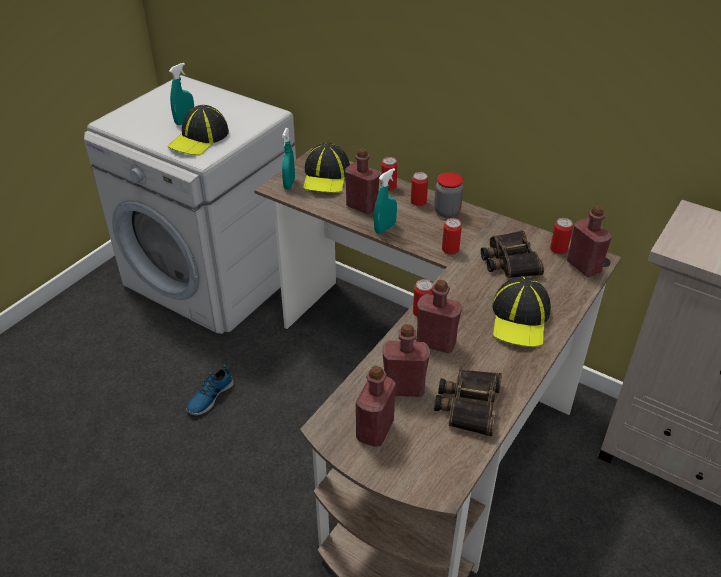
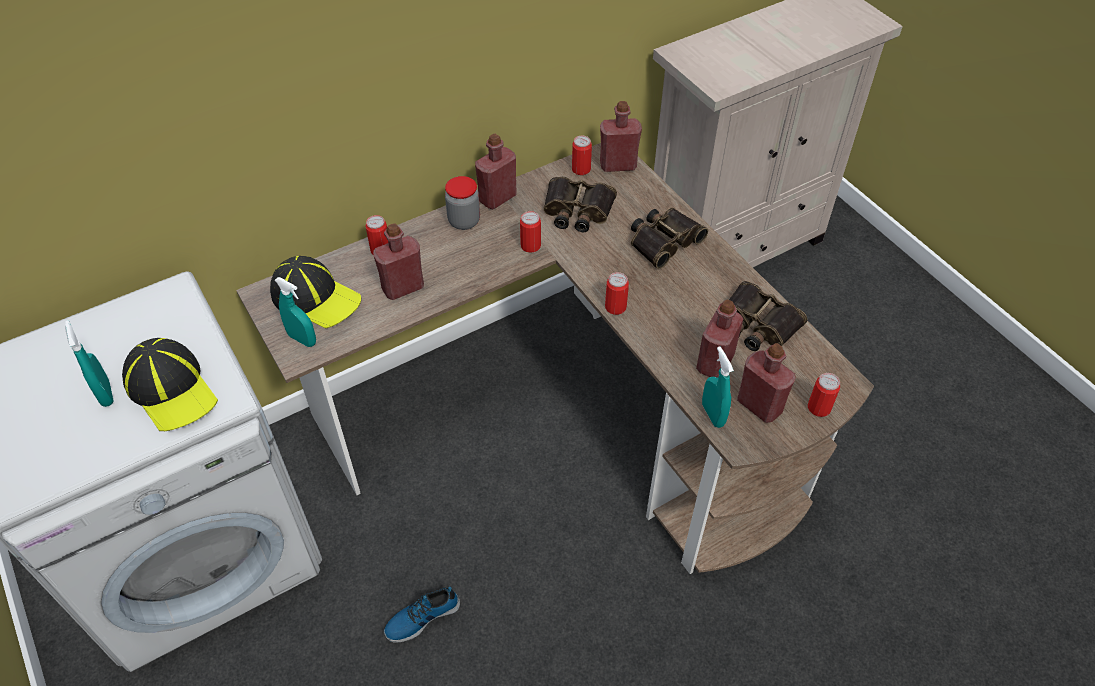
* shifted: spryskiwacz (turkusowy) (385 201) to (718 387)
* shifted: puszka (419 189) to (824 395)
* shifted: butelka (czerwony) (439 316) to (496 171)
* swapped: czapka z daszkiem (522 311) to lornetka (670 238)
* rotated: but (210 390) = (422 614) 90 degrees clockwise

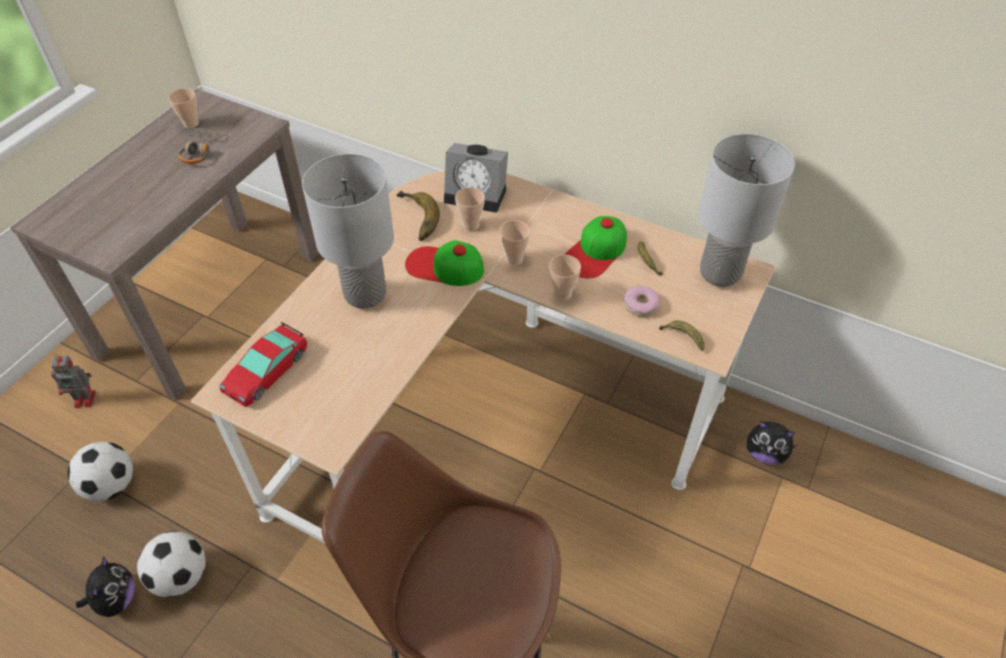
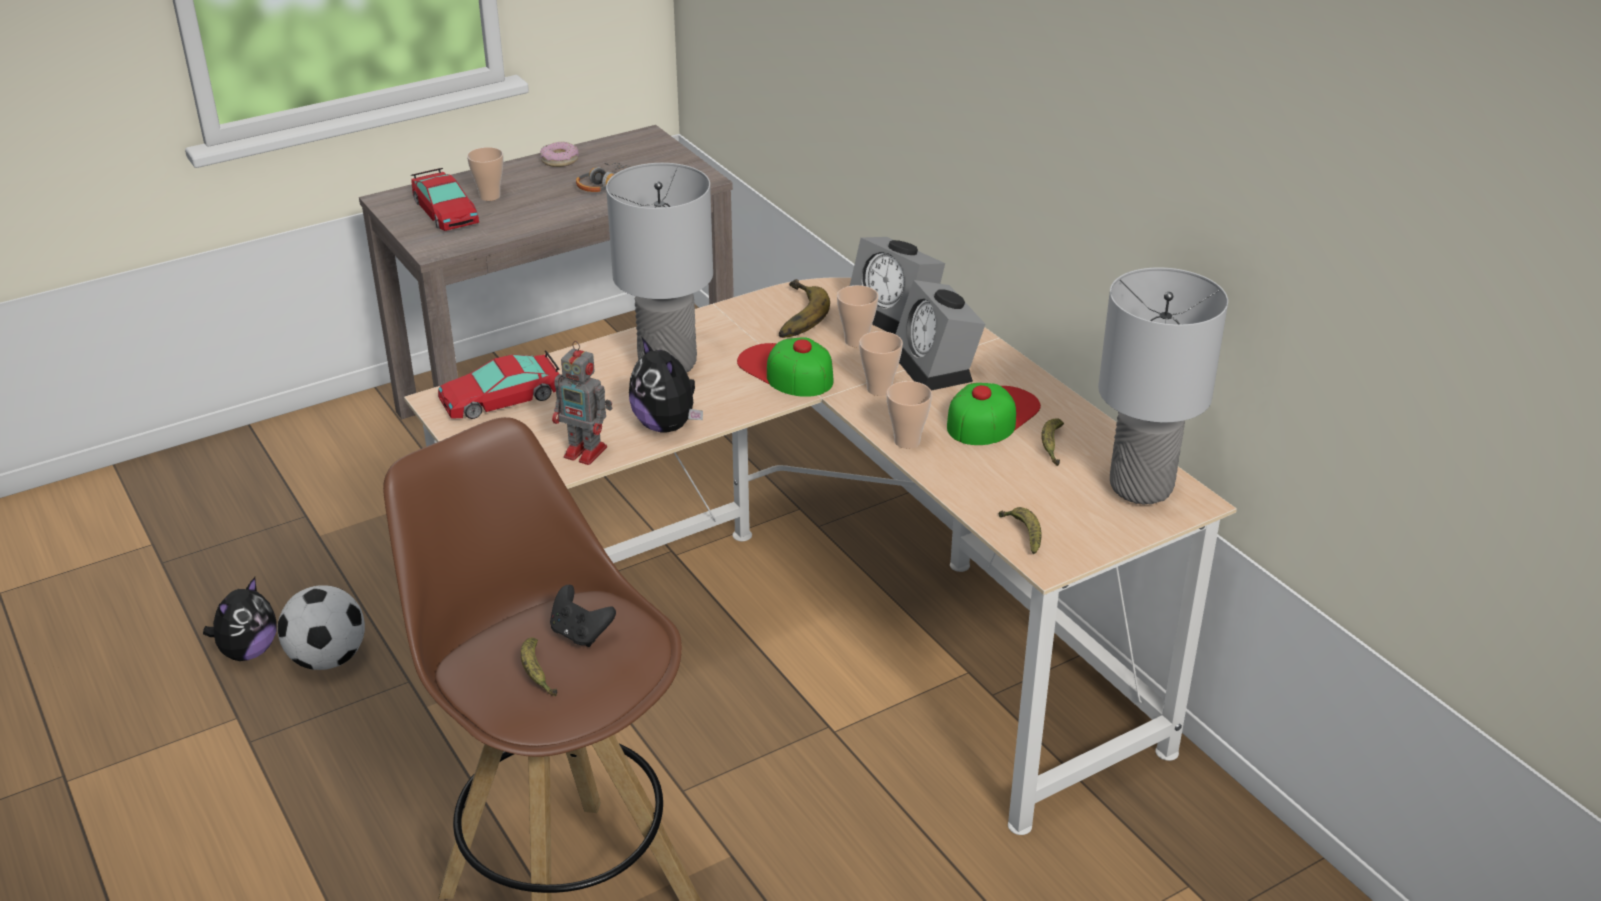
* gone: piłka futbolowa (100 471)
* new: samochodzik (445 199)
* new: banan (539 667)
* new: pad do gier (czarny) (583 616)
* new: budzik (940 335)
* shifted: robot zabawkowy (73 381) to (582 403)
* shifted: filiżanka (183 108) to (485 174)
* shifted: donut (642 301) to (559 154)
* shifted: pluszak (772 443) to (666 385)
* rotated: czapka z daszkiem (595 247) = (994 414) 150 degrees clockwise

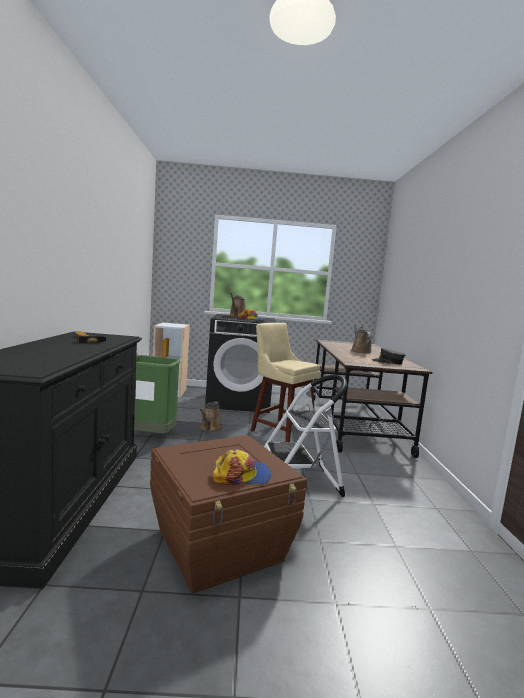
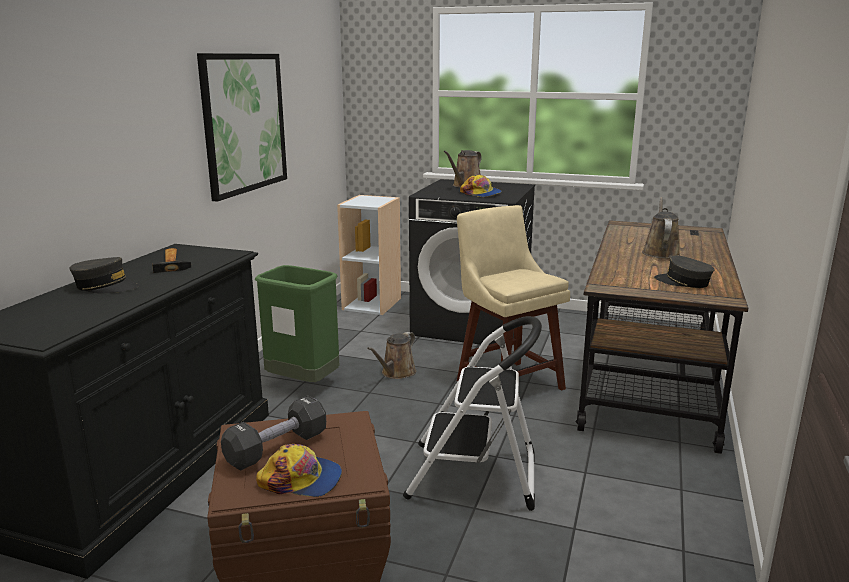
* new: czapka z daszkiem (szary) (104 275)
* new: obraz (242 127)
* new: hantel (czarny) (273 432)

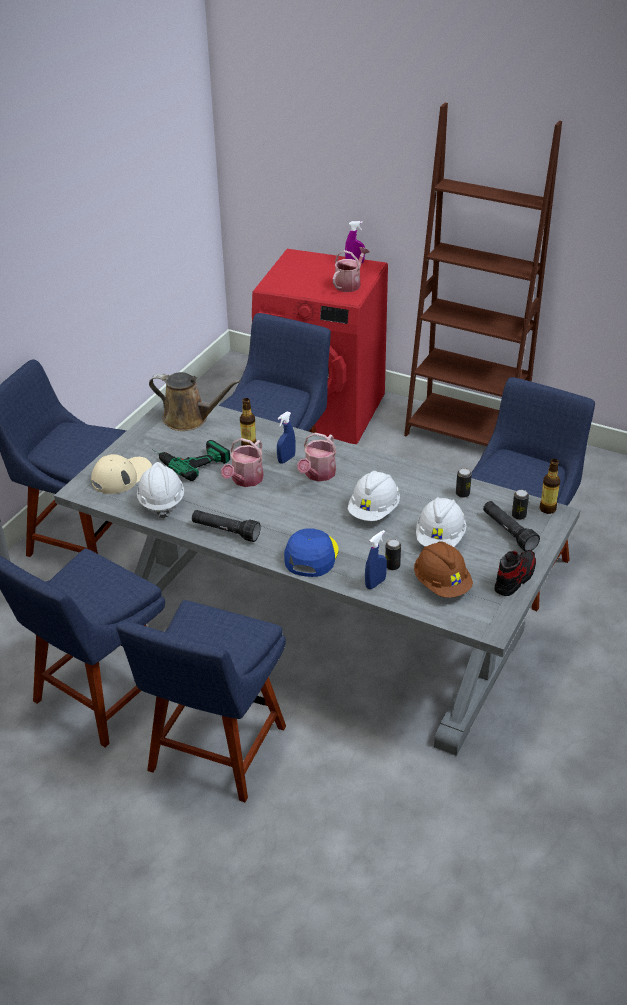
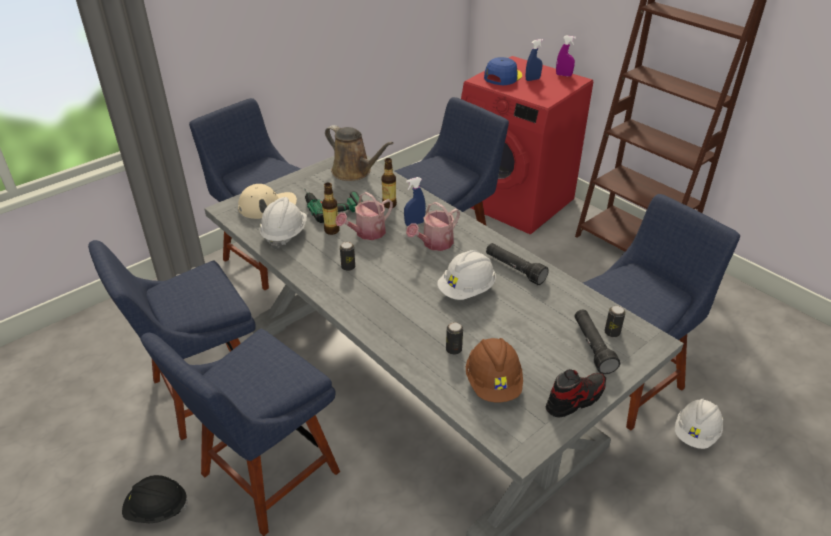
* gone: konewka (351 269)
* new: kask (czarny) (155 499)
* shifted: latarka (czarny) (226 526) to (517 264)
* shifted: czapka z daszkiem (niebieski) (311 552) to (503 71)
* shifted: spryskiwacz (niebieski) (376 559) to (534 60)
* shifted: kask (biały) (441 522) to (699 424)
* shifted: puszka (464 483) to (347 256)
* shifted: butelka (550 486) to (331 209)

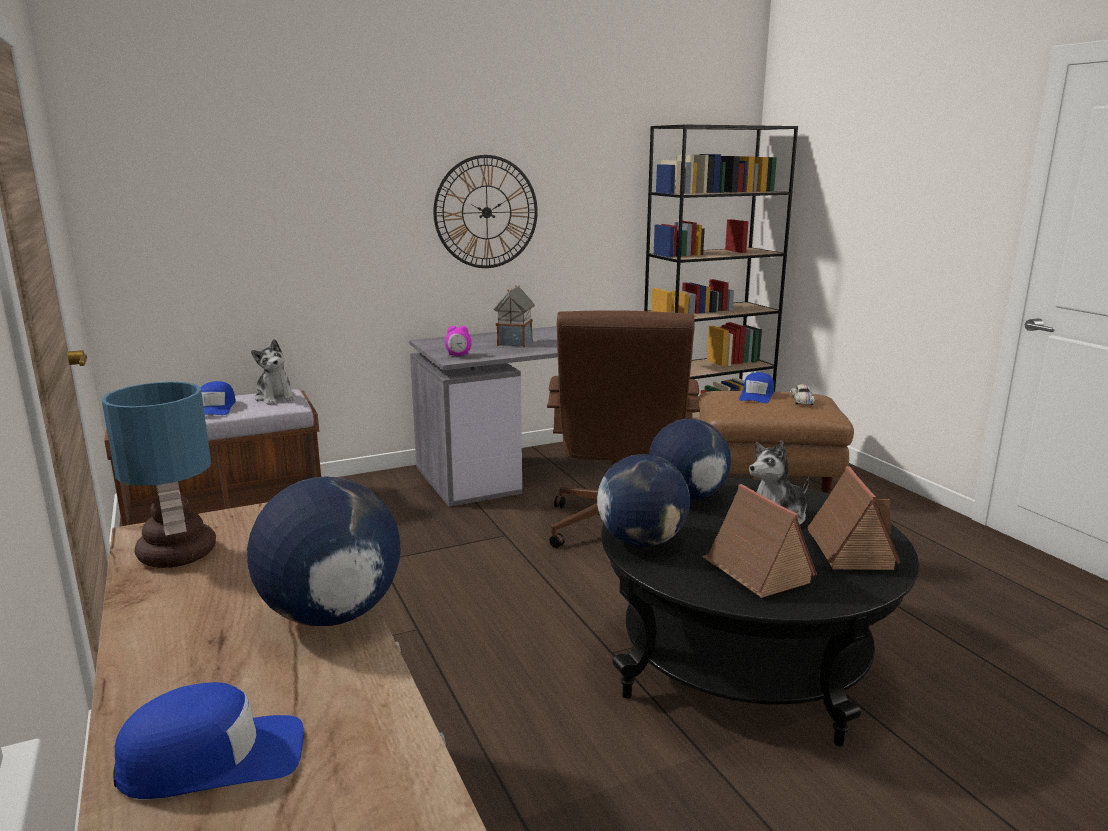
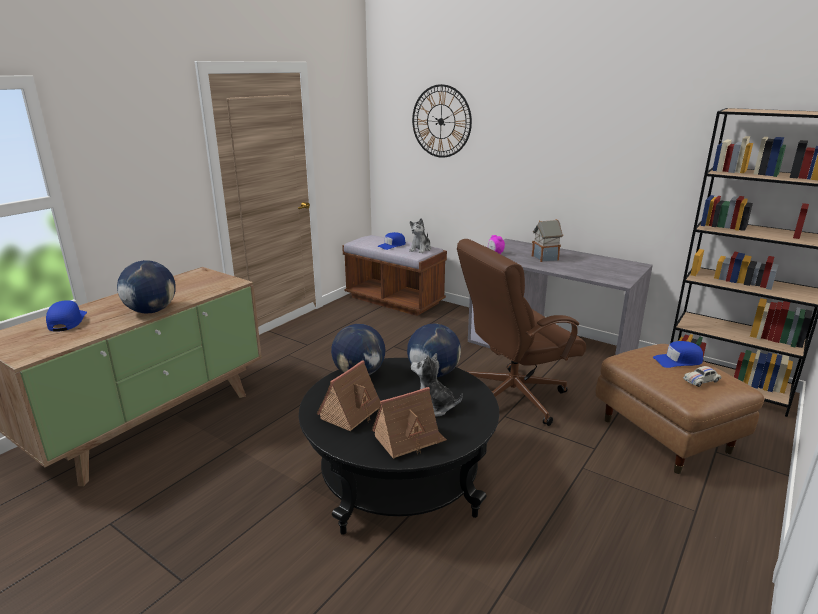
* gone: lampa stołowa (159 475)
* shifted: zegar ścienny (486 211) to (442 121)
* rotated: czapka z daszkiem (niebieski) (208 740) = (66 316) 150 degrees counterclockwise

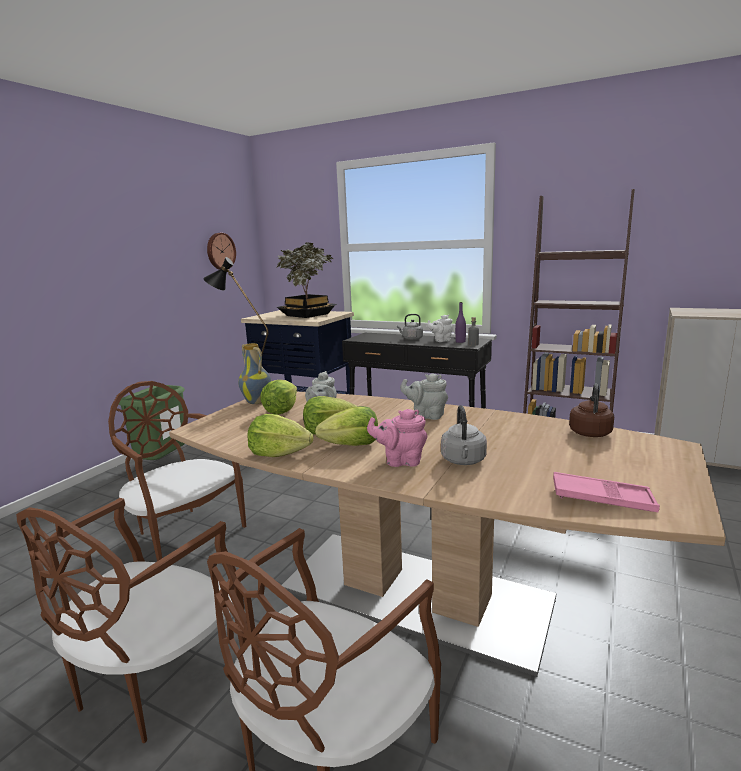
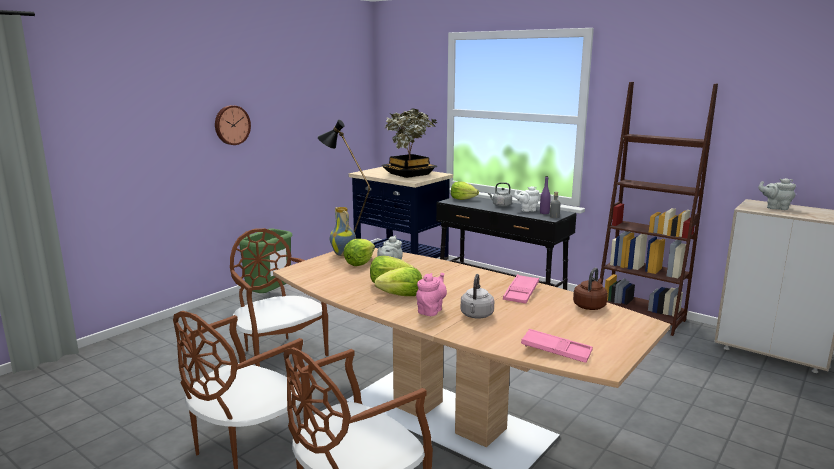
* new: taca (różowy) (521 289)
* shifted: zegar ścienny (221 251) to (233 125)
* shifted: sałata (280 435) to (465 190)
* shifted: imbryk (szary) (424 396) to (777 194)
* rotated: imbryk (różowy) (397 438) = (431 294) 105 degrees clockwise

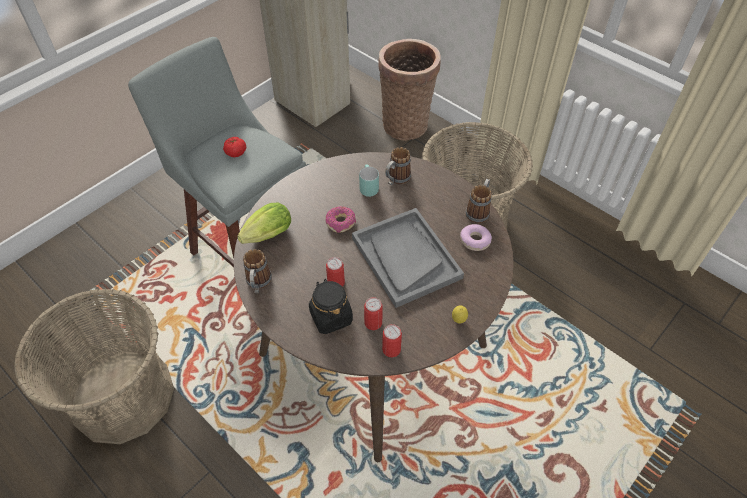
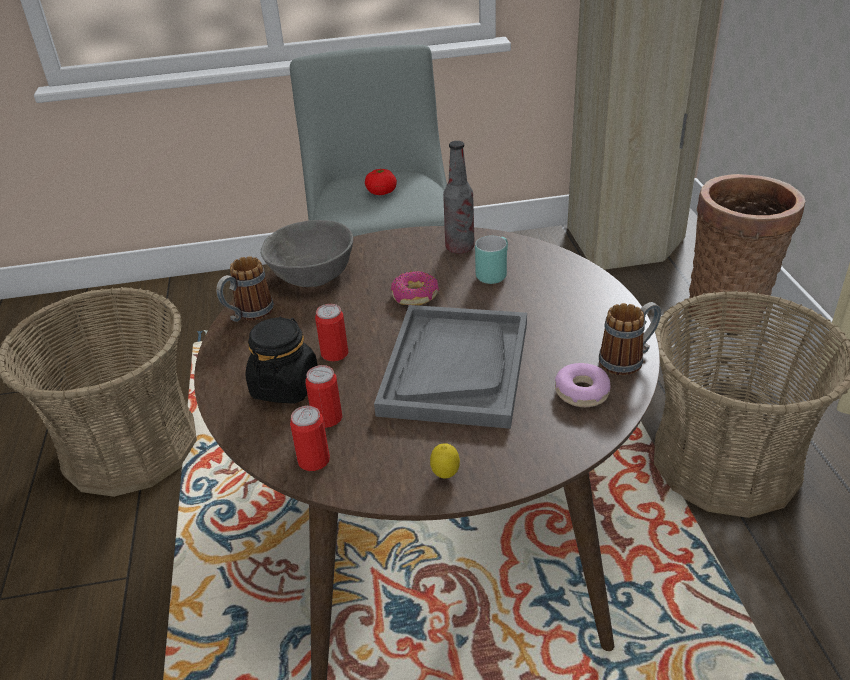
* gone: kubek (398 166)
* new: butelka (459 197)
* swapped: sałata (264 223) to miska (szary) (307 253)

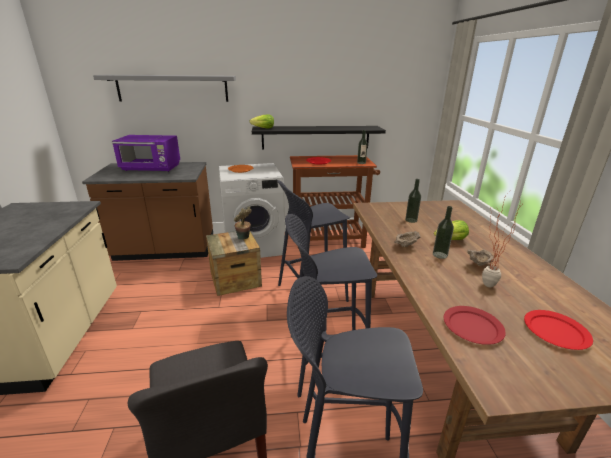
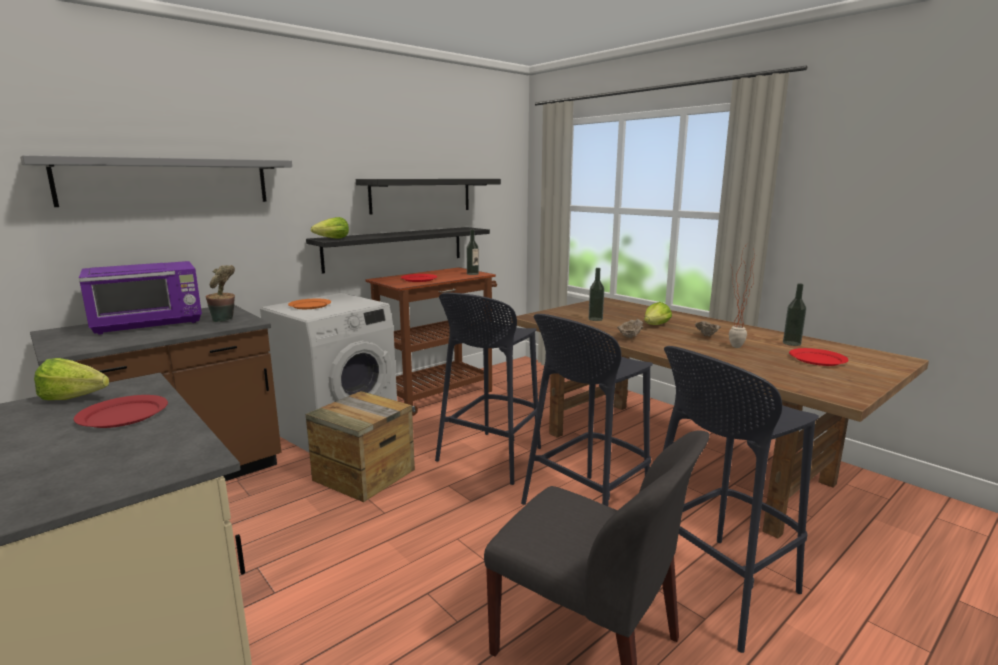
* new: sałata (71 379)
* new: półka (czarny) (428 196)
* shifted: roślina doniczkowa (243 223) to (220 293)
* shifted: butelka (443 232) to (794 314)
* shifted: talerz (czerwony) (475 325) to (121 411)

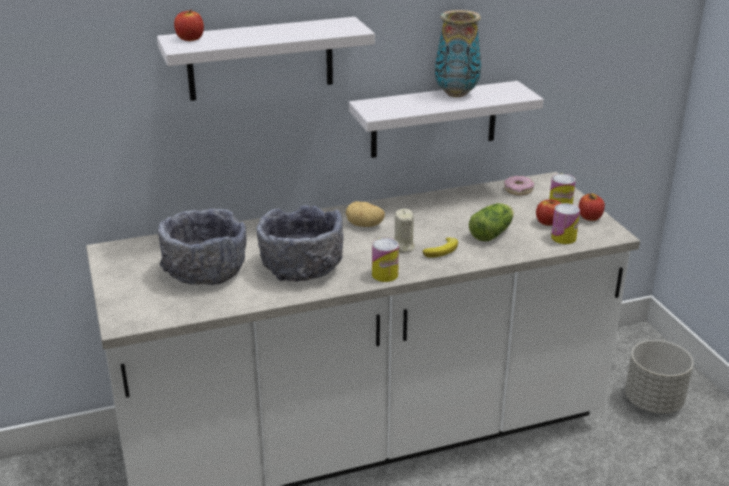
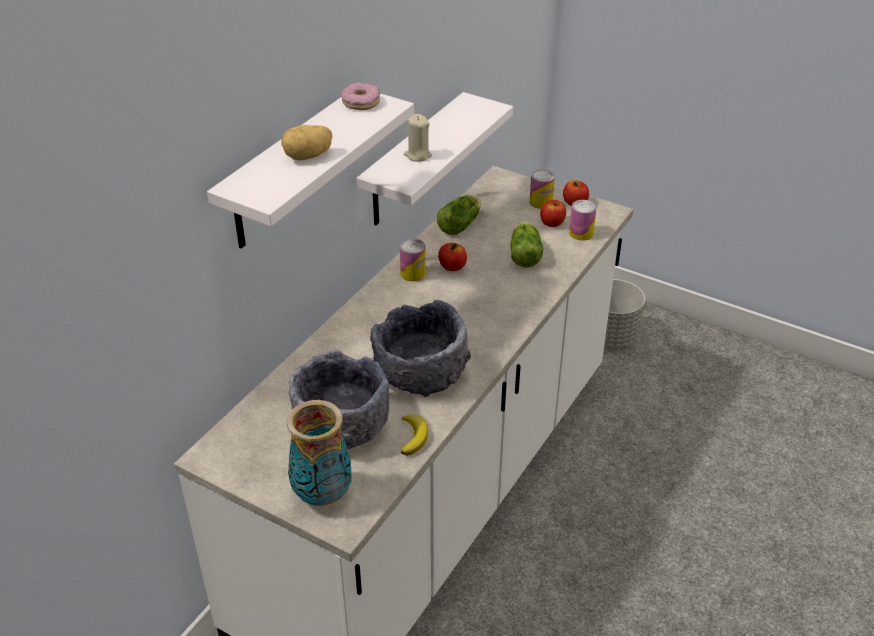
* new: sałata (459 215)
* shifted: jabłko (189 25) to (452 257)
* shifted: ziemniak (365 214) to (307 142)
* shifted: puszka (385 260) to (413 260)
* shifted: świeca (beżowy) (405 231) to (418 138)
* shifted: banan (440 247) to (414 435)
* shifted: wazon (458 53) to (319 453)
* shifted: donut (519 185) to (360 96)

